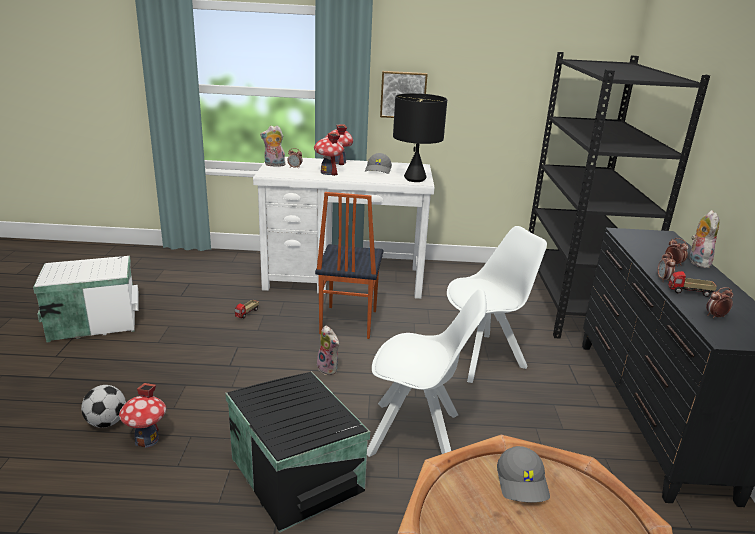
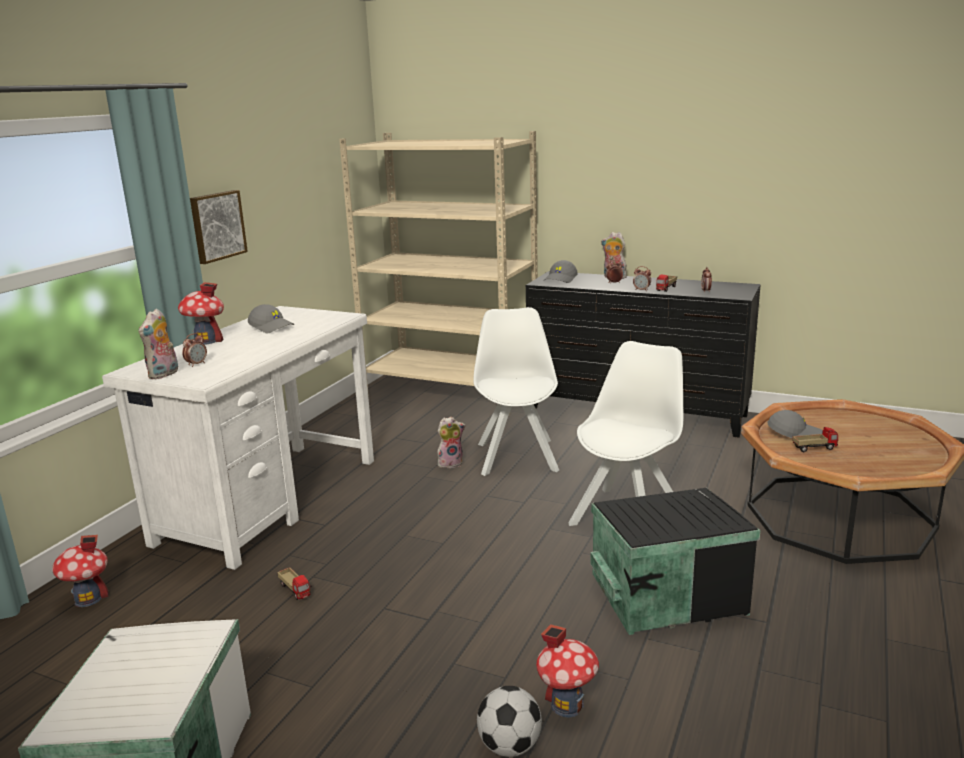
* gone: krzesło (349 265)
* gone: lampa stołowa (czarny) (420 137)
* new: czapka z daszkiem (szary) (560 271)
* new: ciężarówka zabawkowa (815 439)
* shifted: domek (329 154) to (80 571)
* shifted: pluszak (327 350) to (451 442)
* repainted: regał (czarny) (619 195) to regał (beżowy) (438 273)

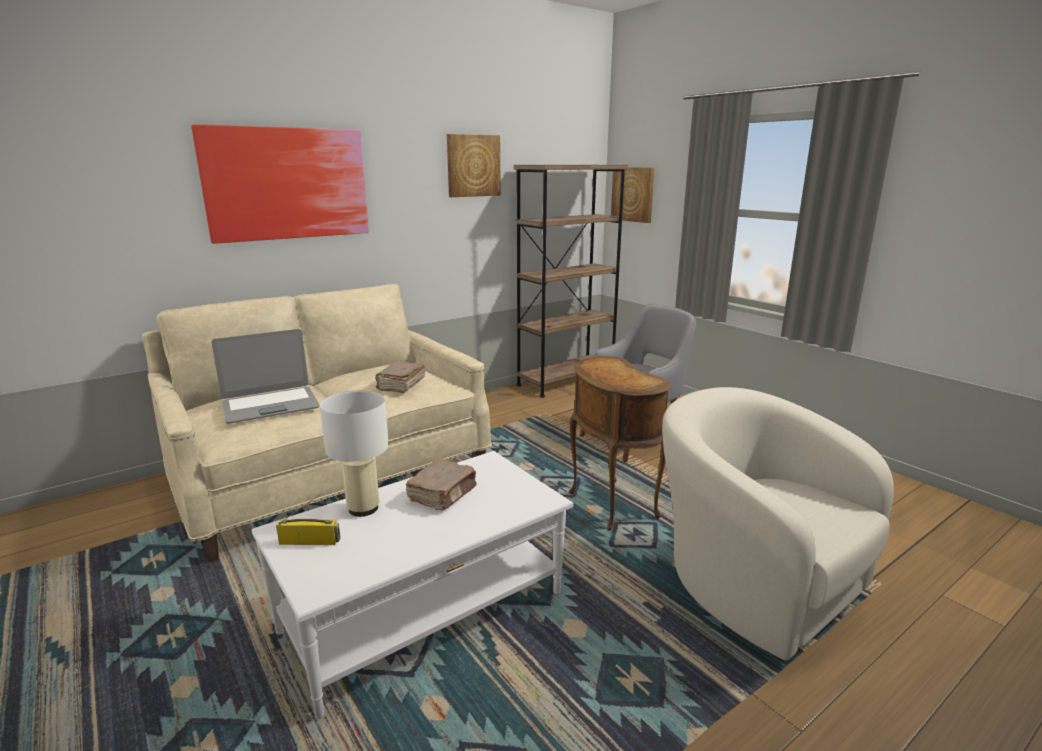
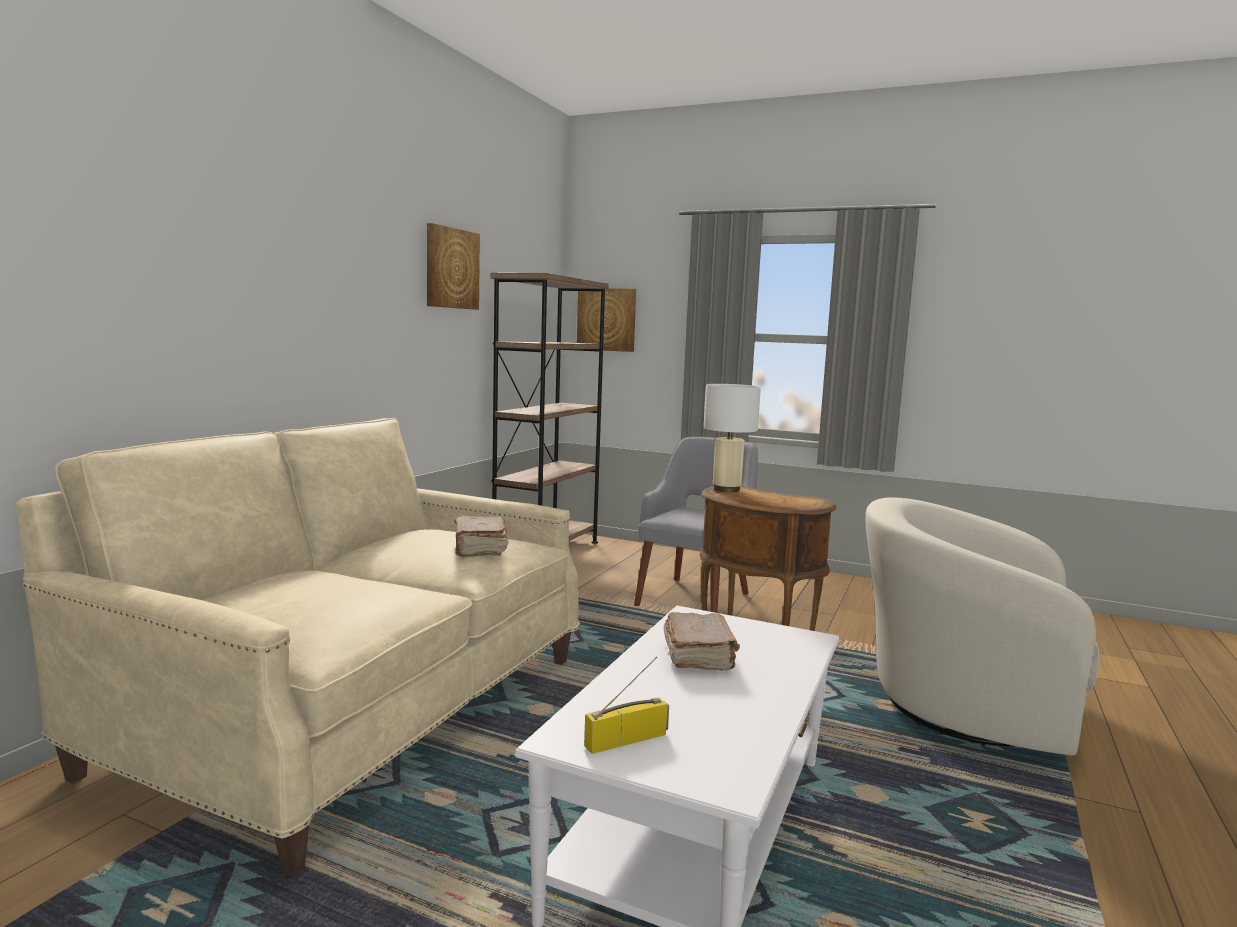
* gone: obraz (280 184)
* gone: laptop (265 376)
* shifted: lampa stołowa (biały) (354 453) to (732 438)

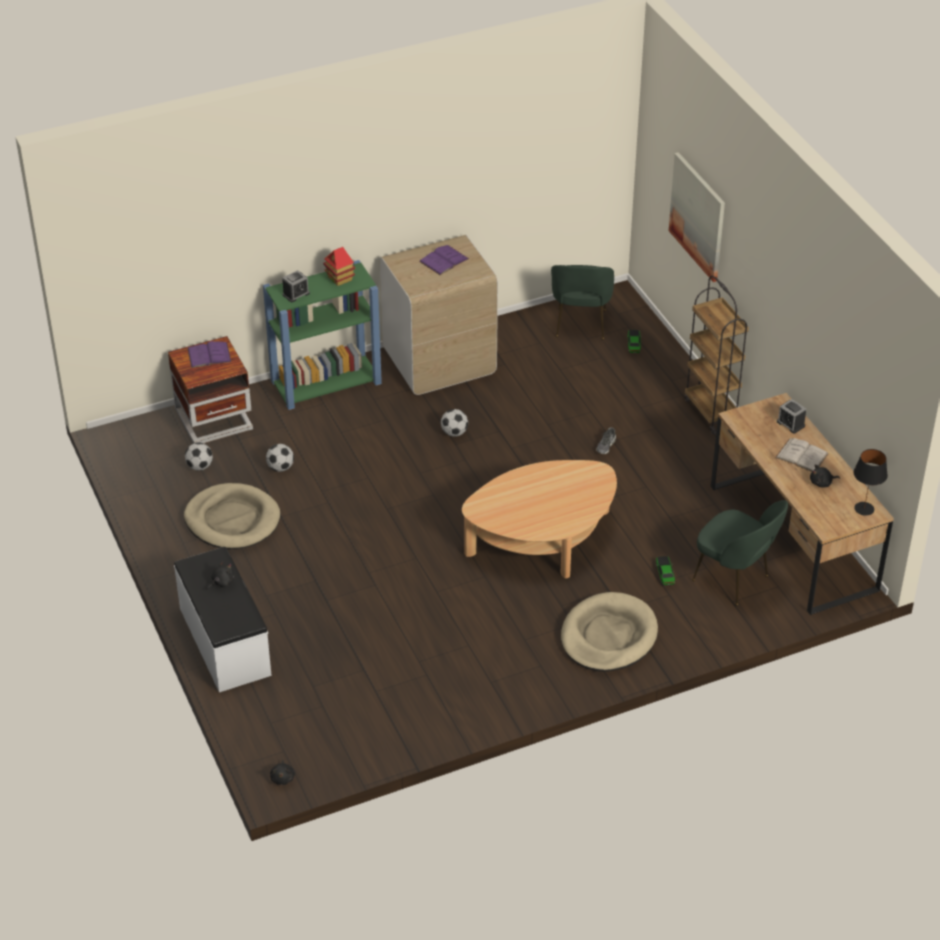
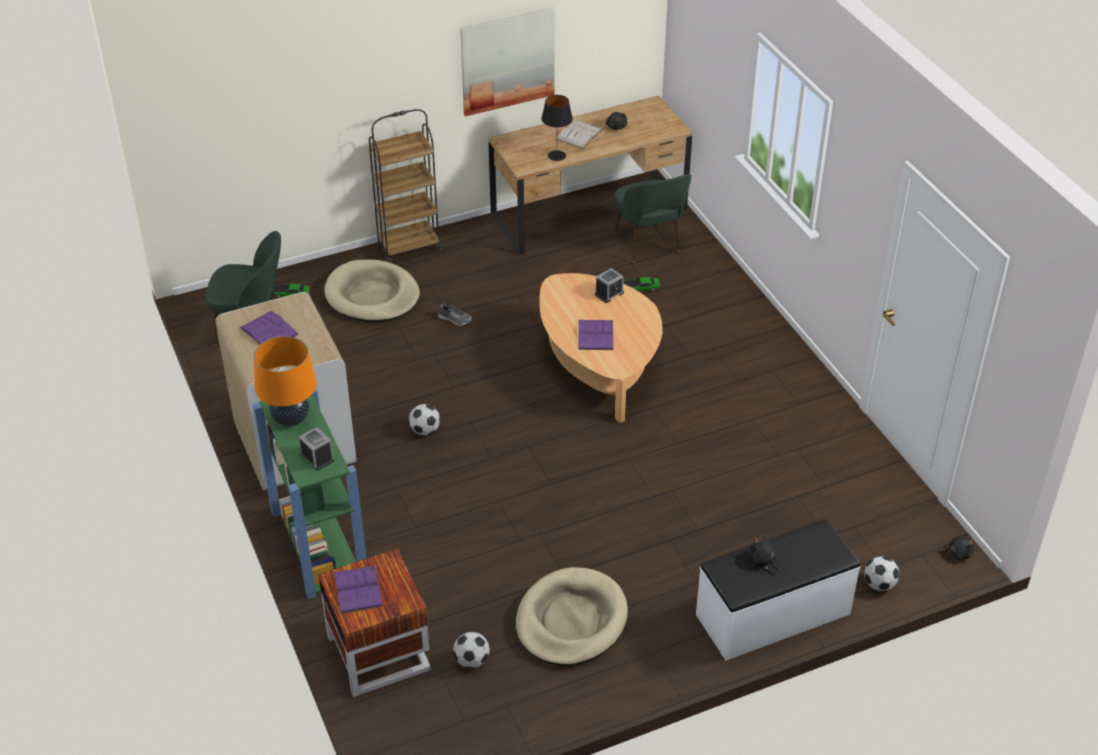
* new: książka (fioletowy) (596 335)
* shifted: piłka futbolowa (280 458) to (881 573)
* shifted: legowisko (beżowy) (609 631) to (372 290)
* shifted: obraz (697 217) to (507 62)
* shifted: budzik (791 416) to (609 285)
* shifted: lampa stołowa (czarny) (871 482) to (557 128)
* swapped: domek (339 266) to lampa stołowa (pomarańczowy) (285 381)
* rotated: krzesło (zielony) (740 553) = (652 219) 120 degrees clockwise

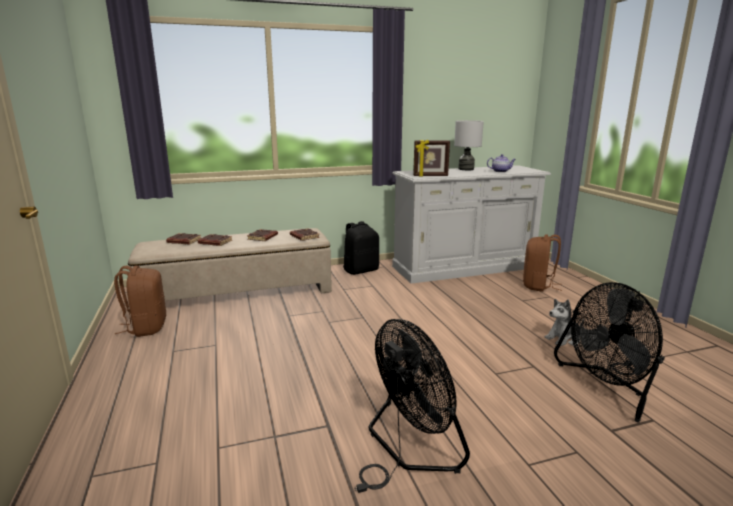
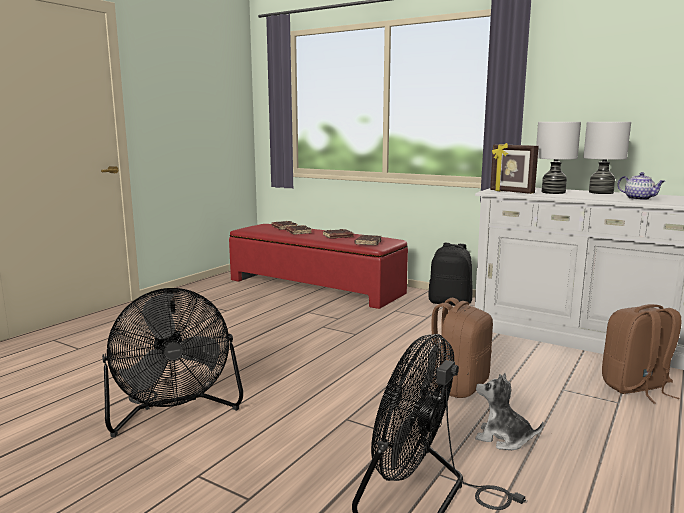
* new: lampa stołowa (szary) (558 158)
* shifted: plecak (brązowy) (140 301) to (458 348)
* repainted: ławka (beżowy) (230 264) to ławka (czerwony) (318 266)
* rotated: wentylator (czarny) (412 406) = (172 362) 45 degrees clockwise

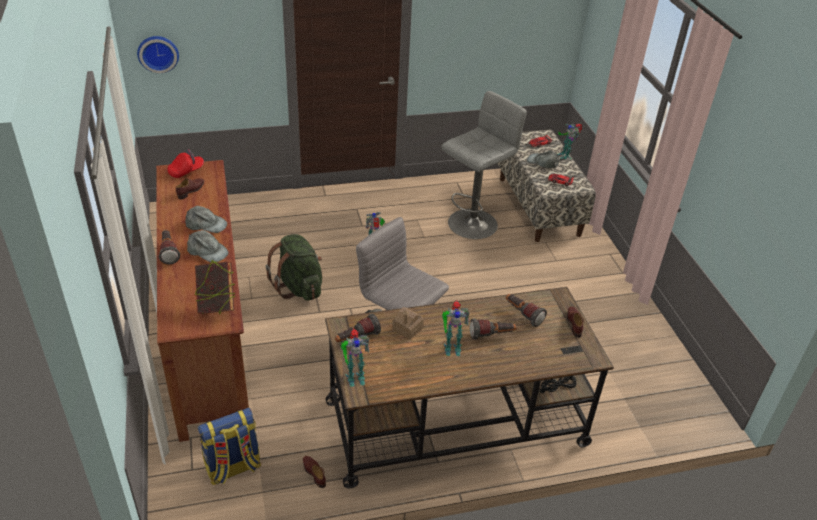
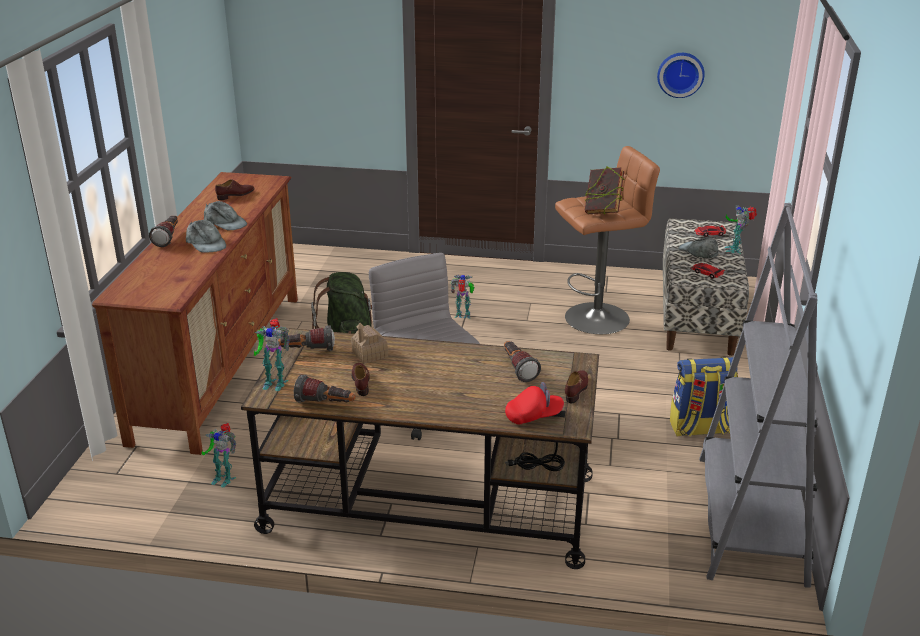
* new: regał (szary) (758 395)
* shifted: zegar ścienny (158 54) to (681 75)
* shifted: czapka z daszkiem (czerwony) (186 163) to (534 403)
* shifted: książka (215 287) to (604 190)
* shifted: plecak (229 446) to (704 396)
* shifted: but (brązowy) (314 472) to (361 379)
* shifted: robot zabawkowy (456 328) to (219 455)
* shifted: latarka (493 329) to (325 389)
* repainted: stołek (szary) (484 165) to stołek (brązowy) (607 240)

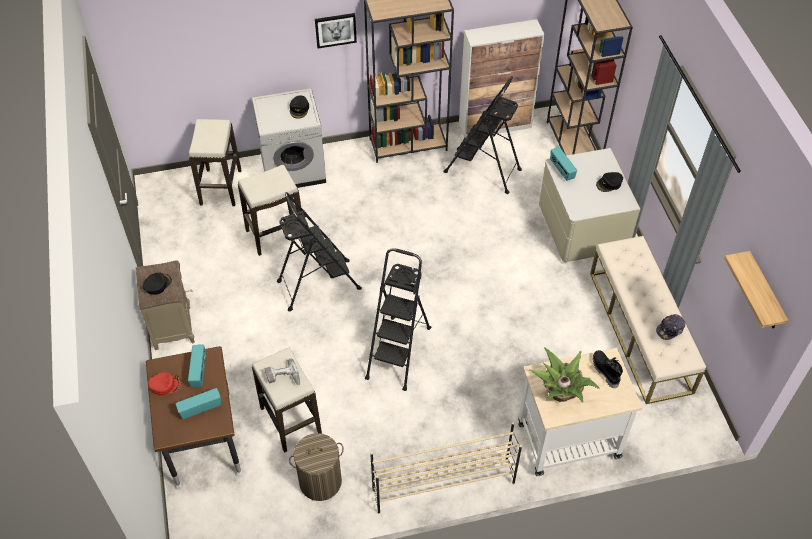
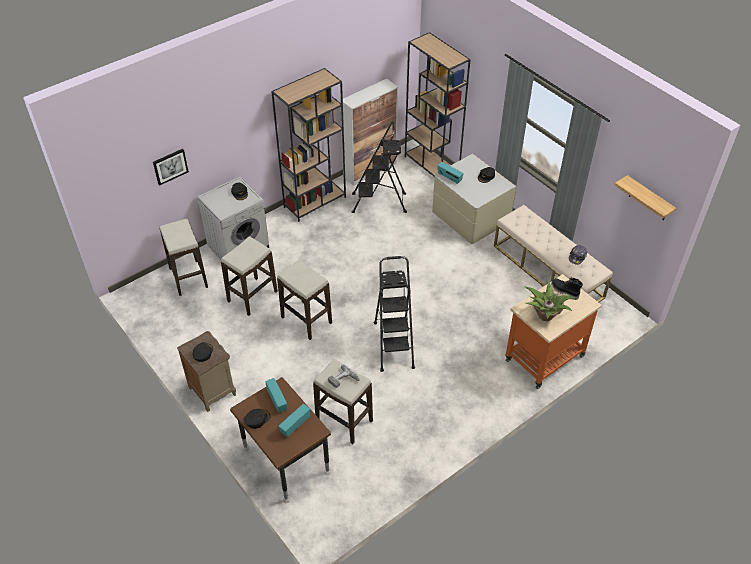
* gone: kosz na pranie (316 467)
* gone: regał na buty (beżowy) (446 468)
* shifted: obraz (336 30) to (171 167)
* swapped: drabinka (319 252) to stołek (304 300)
* repainted: czapka z daszkiem (czerwony) (165 384) to czapka z daszkiem (czarny) (257 419)
* repainted: wózek (biały) (580 412) to wózek (pomarańczowy) (553 331)

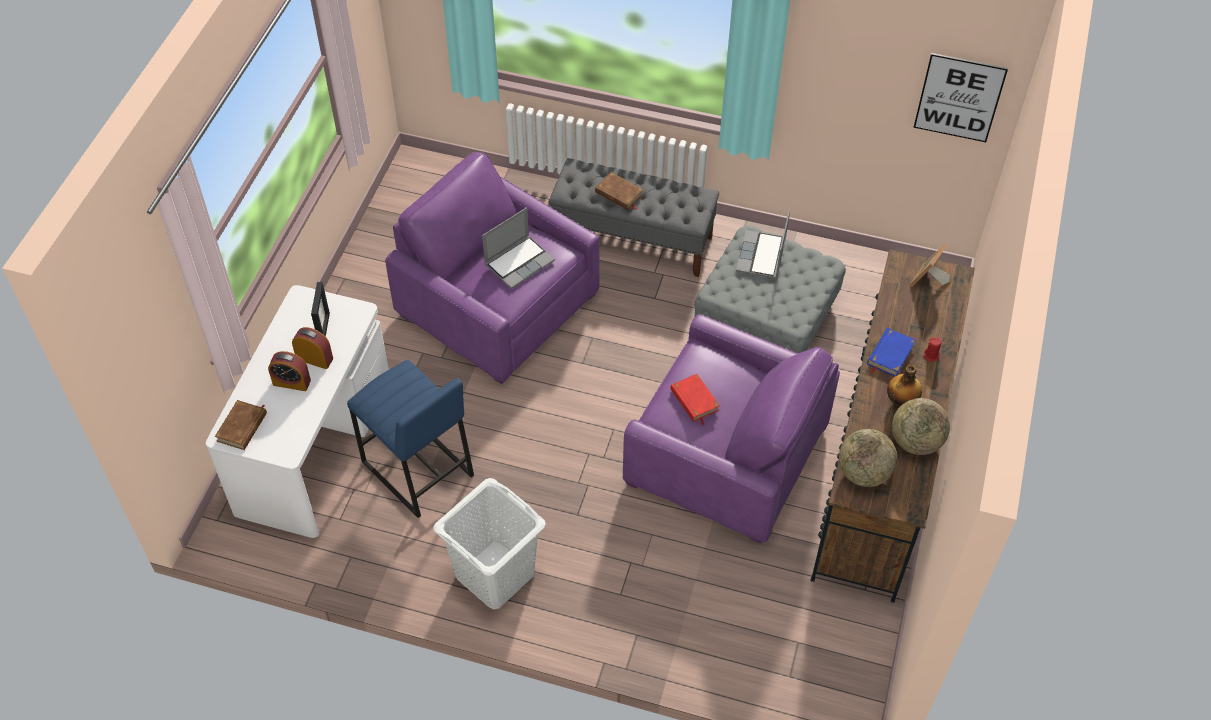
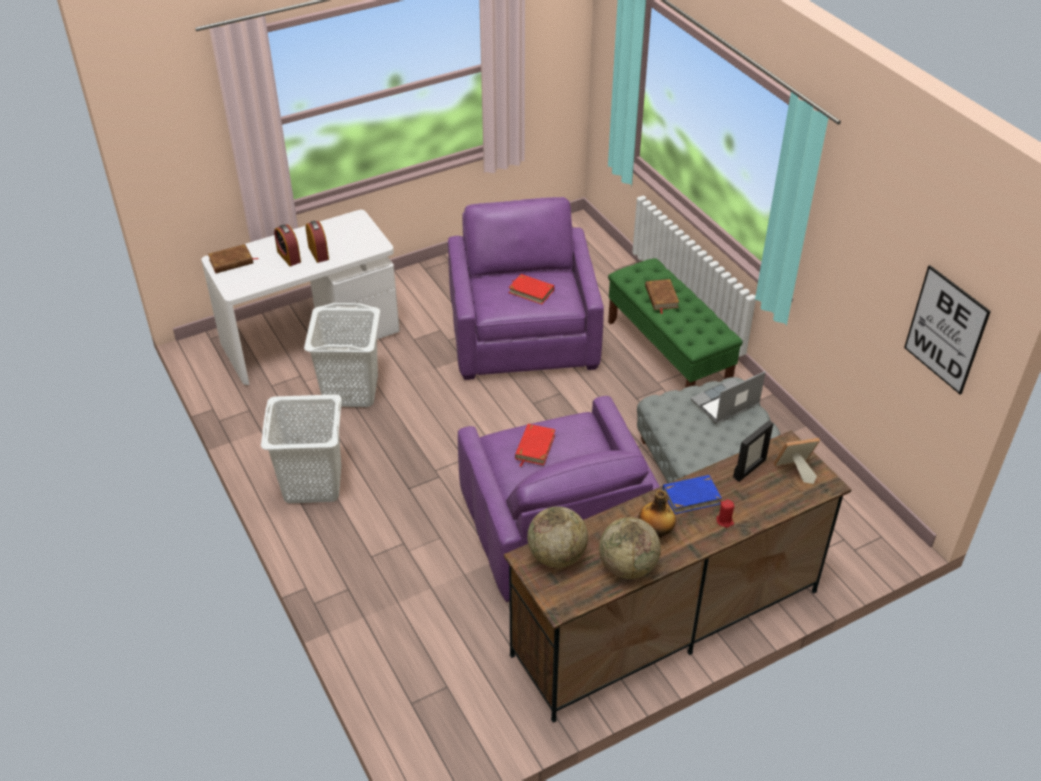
* shifted: ramka na zdjęcie (320 309) to (753 451)
* swapped: stołek (niebieski) (410 439) to kosz na pranie (biały) (342 355)
* swapped: laptop (518 248) to książka (czerwony) (531 289)
* repainted: ławka (szary) (634 217) to ławka (zielony) (675 323)

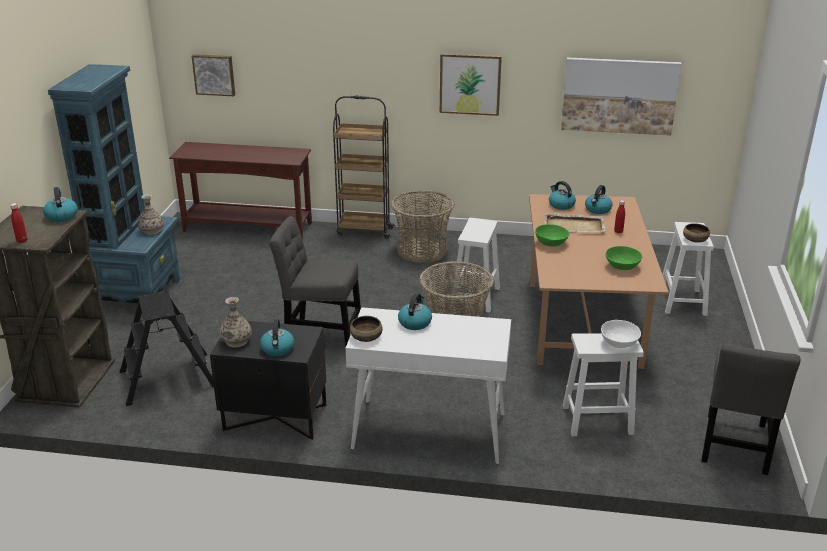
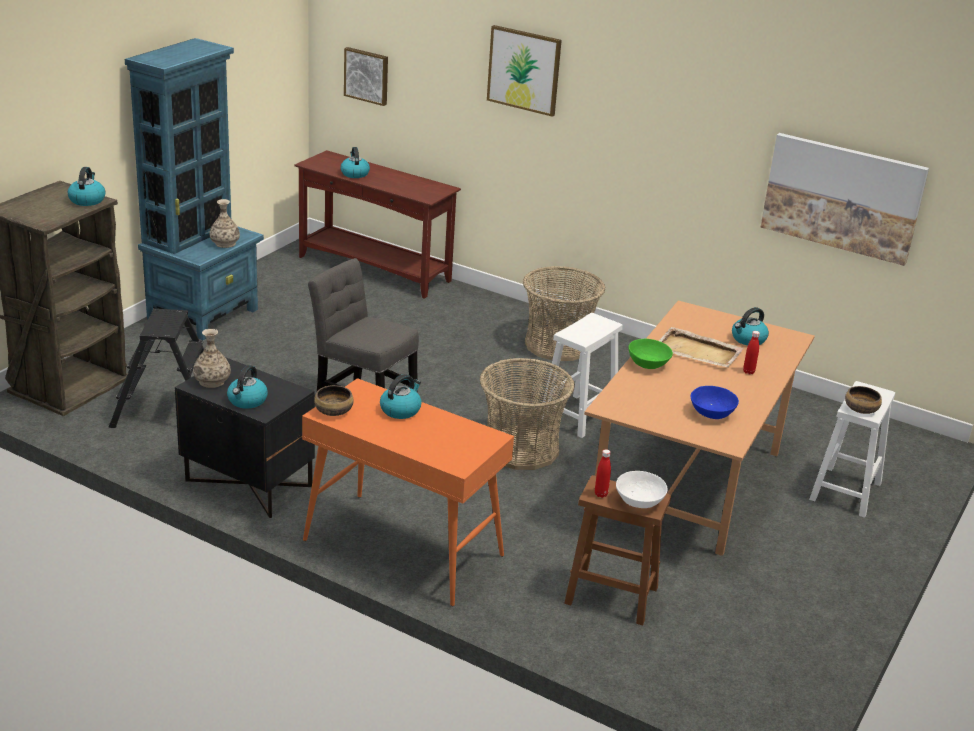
* gone: wózek (brązowy) (364 167)
* gone: krzesło (szary) (751 409)
* shifted: butelka (czerwony) (18 223) to (603 473)
* shifted: obraz (471 84) to (524 71)
* shifted: czajnik (562 195) to (355 162)
* repainted: stolik konsolowy (biały) (428 385) to stolik konsolowy (pomarańczowy) (408 492)
* repainted: stołek (biały) (603 384) to stołek (brązowy) (617 550)
* repainted: miska (zielony) (623 258) to miska (niebieski) (715 402)

